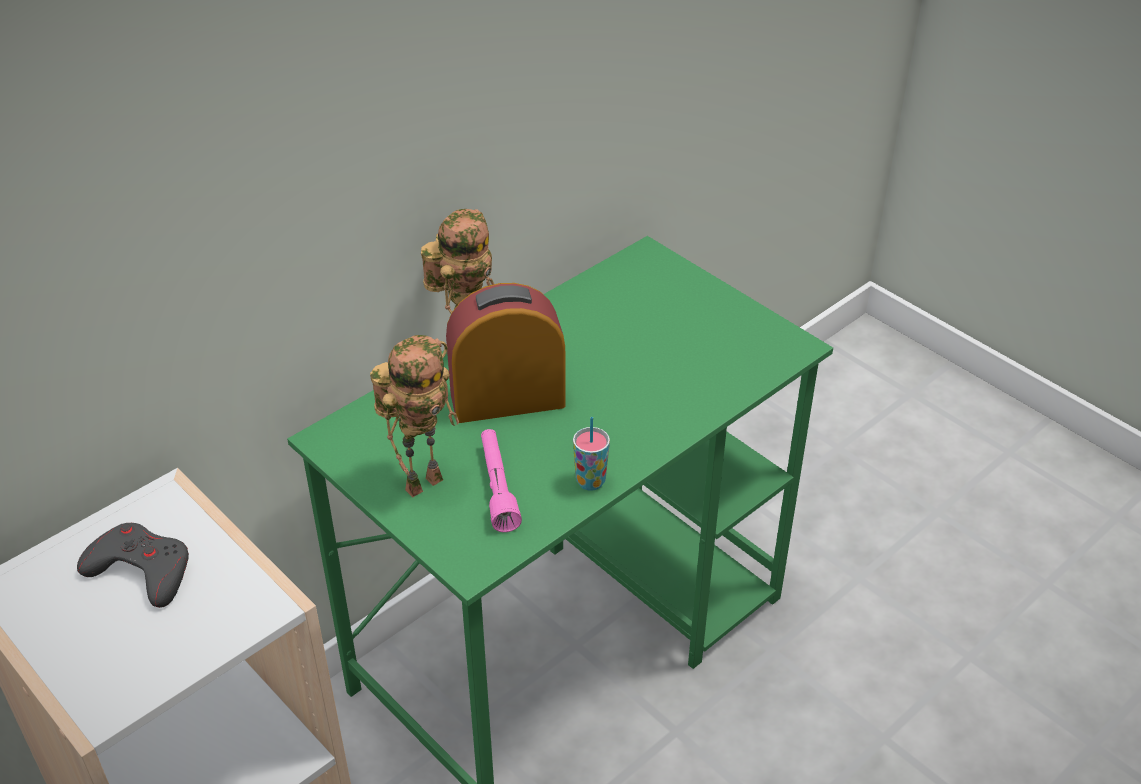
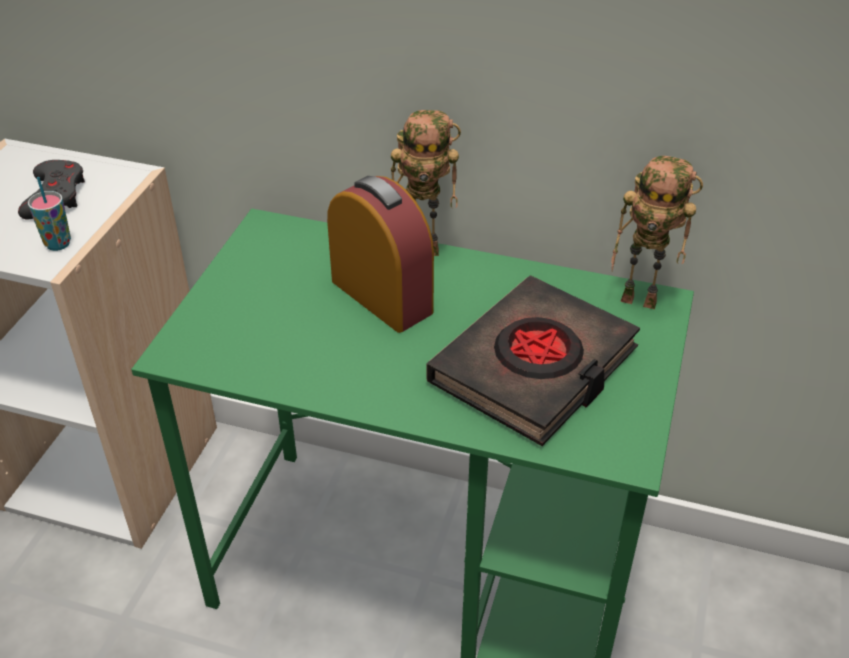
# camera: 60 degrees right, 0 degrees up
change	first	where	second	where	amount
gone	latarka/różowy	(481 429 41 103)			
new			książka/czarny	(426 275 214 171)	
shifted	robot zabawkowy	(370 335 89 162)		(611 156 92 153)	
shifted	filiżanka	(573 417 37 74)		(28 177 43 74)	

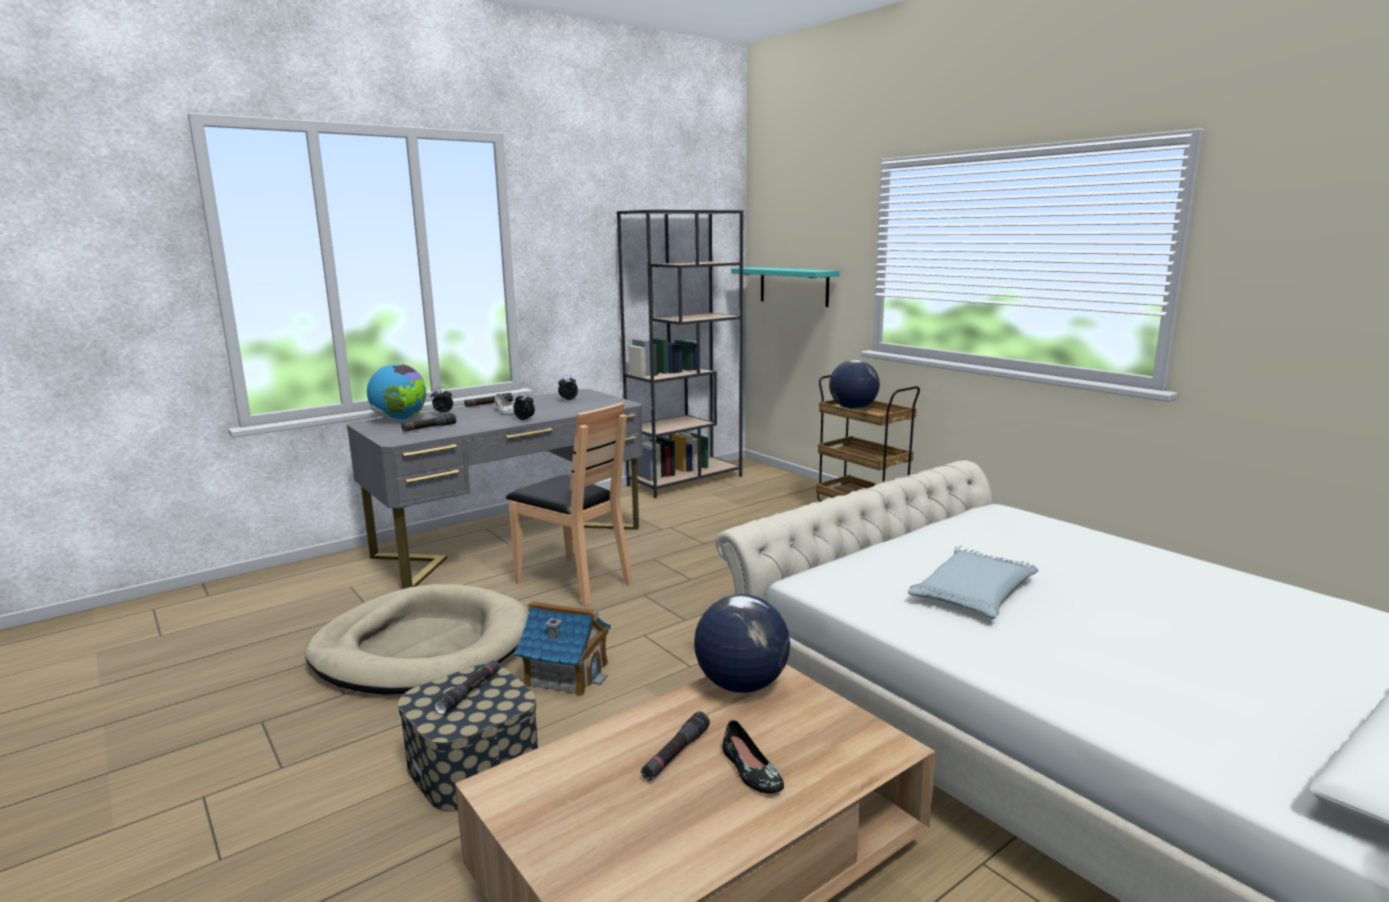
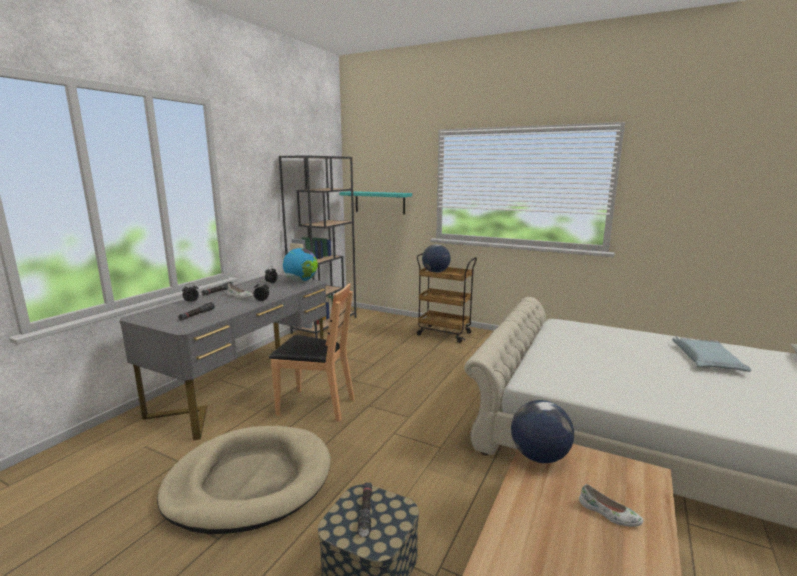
# camera: 25 degrees left, 0 degrees up
change	first	where	second	where	amount
gone	domek	(514 601 97 96)			
gone	latarka/czarny	(641 711 69 70)			
shifted	globus	(367 364 59 57)		(283 248 35 34)	
shifted	poduszka/niebieski	(908 545 130 74)		(672 336 80 36)	
repainted	but/czarny	(722 720 62 74)	but/biały	(579 484 64 43)	

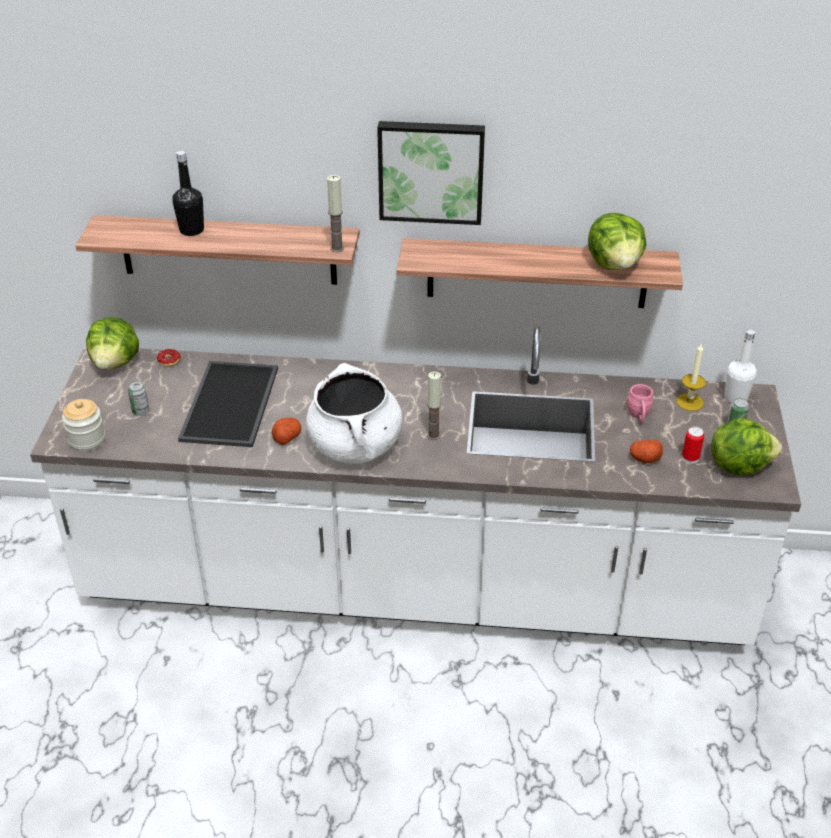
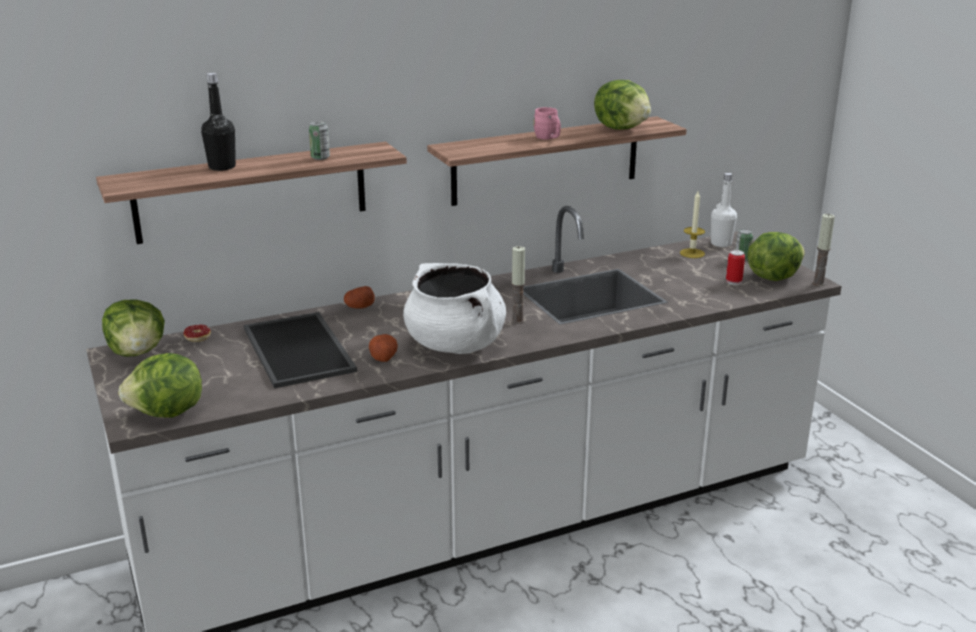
# camera: 30 degrees left, 15 degrees down
change	first	where	second	where	amount
gone	obraz	(377 121 108 104)			
shifted	puszka	(128 382 21 34)		(309 121 21 39)	
shifted	świeca	(327 175 17 77)		(812 214 23 72)	
shifted	kubek/różowy	(627 384 26 39)		(533 107 28 32)	
shifted	ziemniak	(630 440 33 23)		(344 286 31 23)	
swapped	słoik	(62 399 43 52)	sałata	(118 353 84 65)	

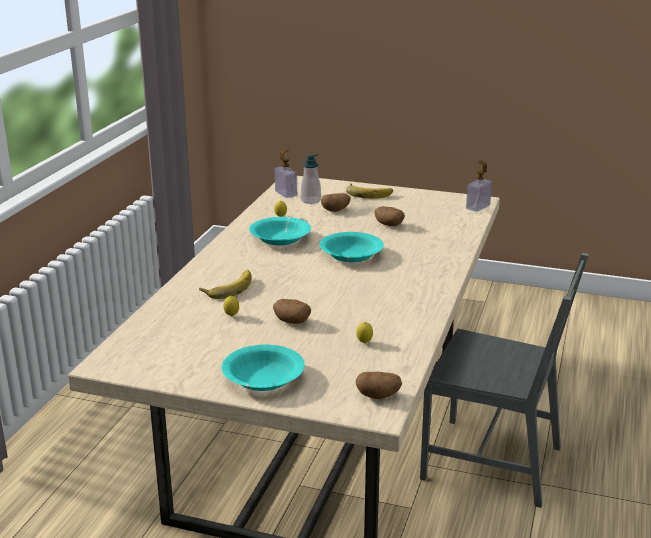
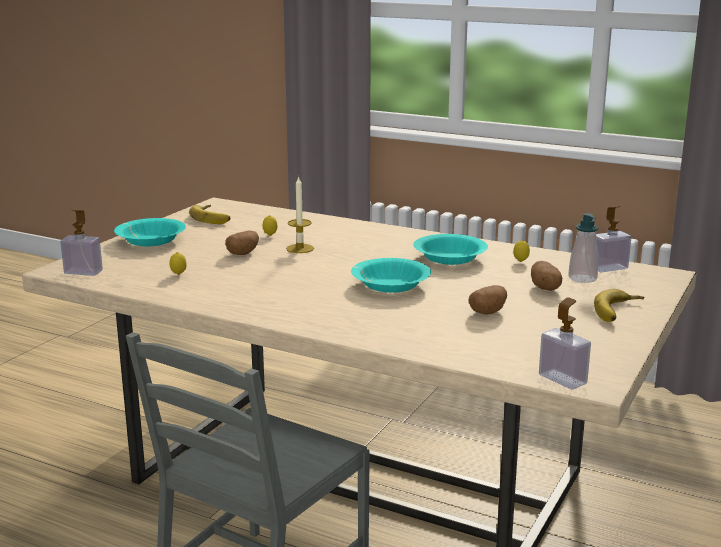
# camera: 100 degrees right, 5 degrees down
change	first	where	second	where	amount
new			świeca	(286 176 28 77)	
shifted	banan	(199 270 53 29)		(189 205 42 19)	
swapped	ziemniak	(356 372 46 27)	dozownik mydła	(60 210 43 66)	

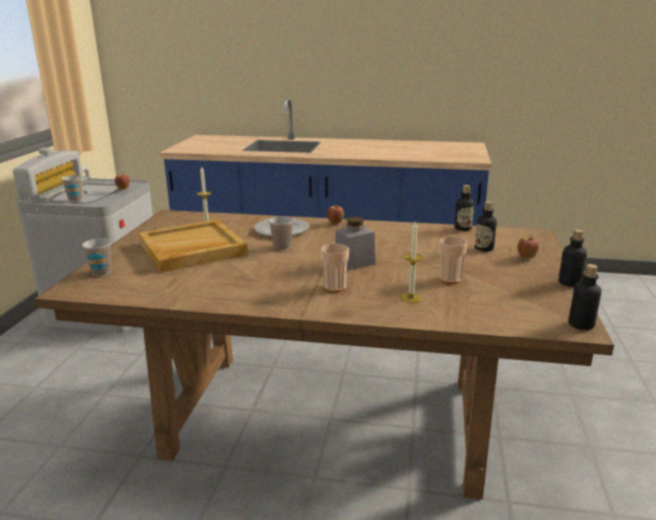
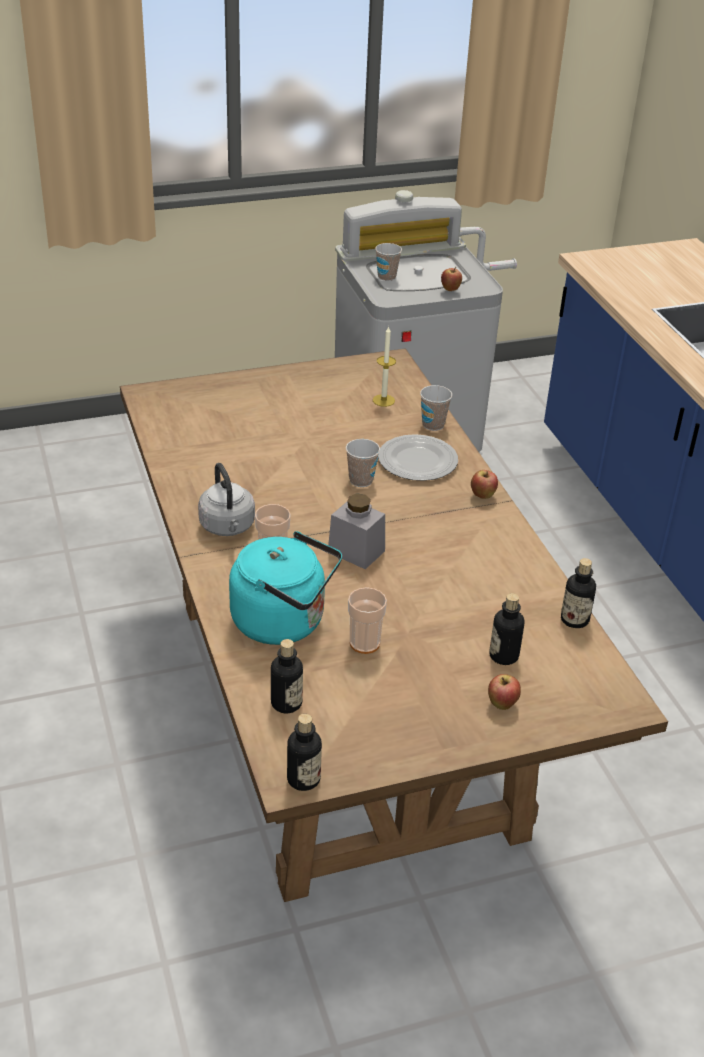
# camera: 60 degrees right, 15 degrees up
change	first	where	second	where	amount
gone	taca/beżowy	(139 219 109 54)			
new			czajnik/szary	(198 463 57 73)	
shifted	filiżanka	(82 238 30 38)		(420 385 32 46)	
shifted	butelka	(559 229 28 58)		(271 639 32 74)	
swapped	świeca	(400 222 23 81)	czajnik/turkusowy	(229 531 113 114)	

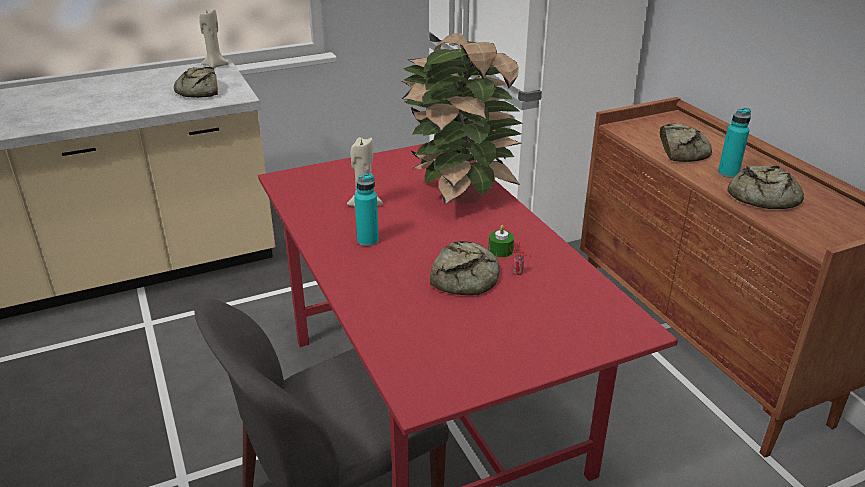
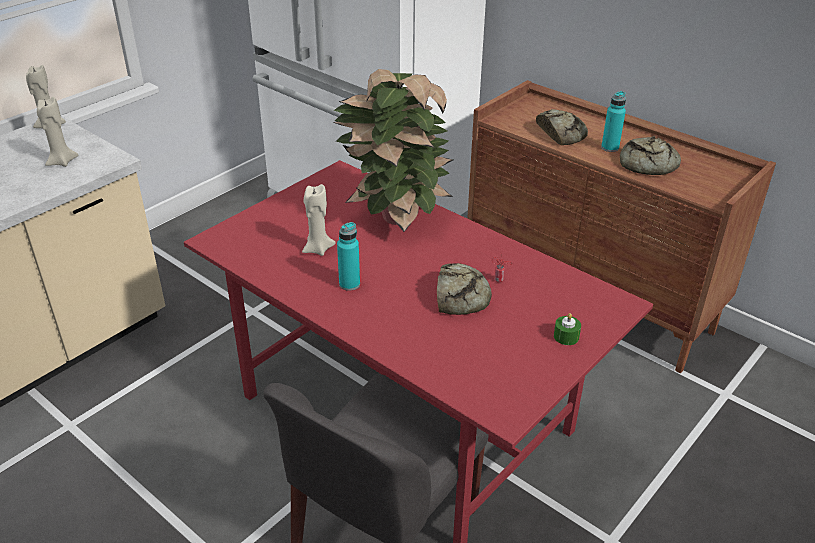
# camera: 25 degrees left, 5 degrees up
change	first	where	second	where	amount
shifted	świeca/zielony	(488 225 26 32)		(554 313 27 32)	
swapped	chleb	(174 67 44 31)	świeca/beżowy	(37 97 41 70)	

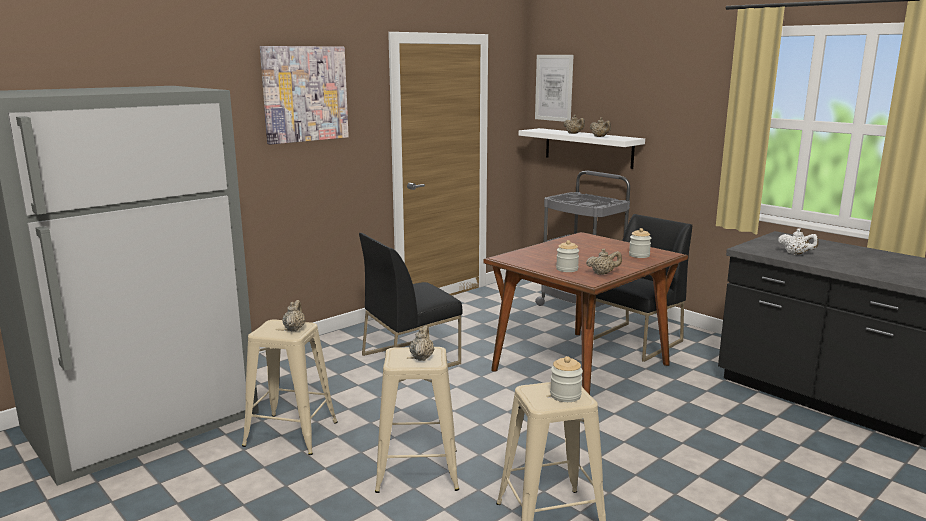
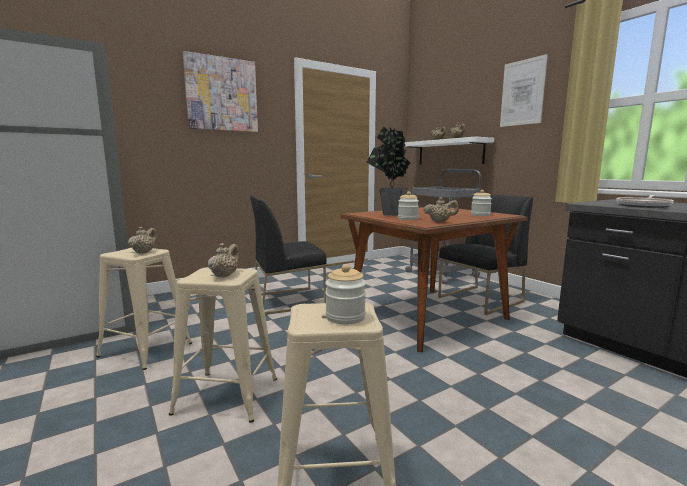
# camera: 10 degrees right, 5 degrees down
change	first	where	second	where	amount
new			roślina doniczkowa	(366 126 44 90)	
shifted	obraz	(535 55 39 67)		(500 54 48 73)	
swapped	imbryk/biały	(778 228 41 27)	patelnia	(616 195 58 13)	

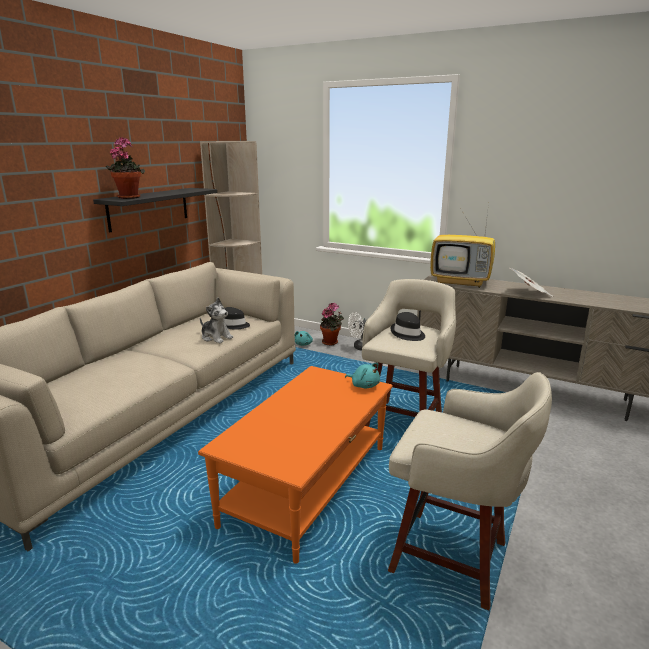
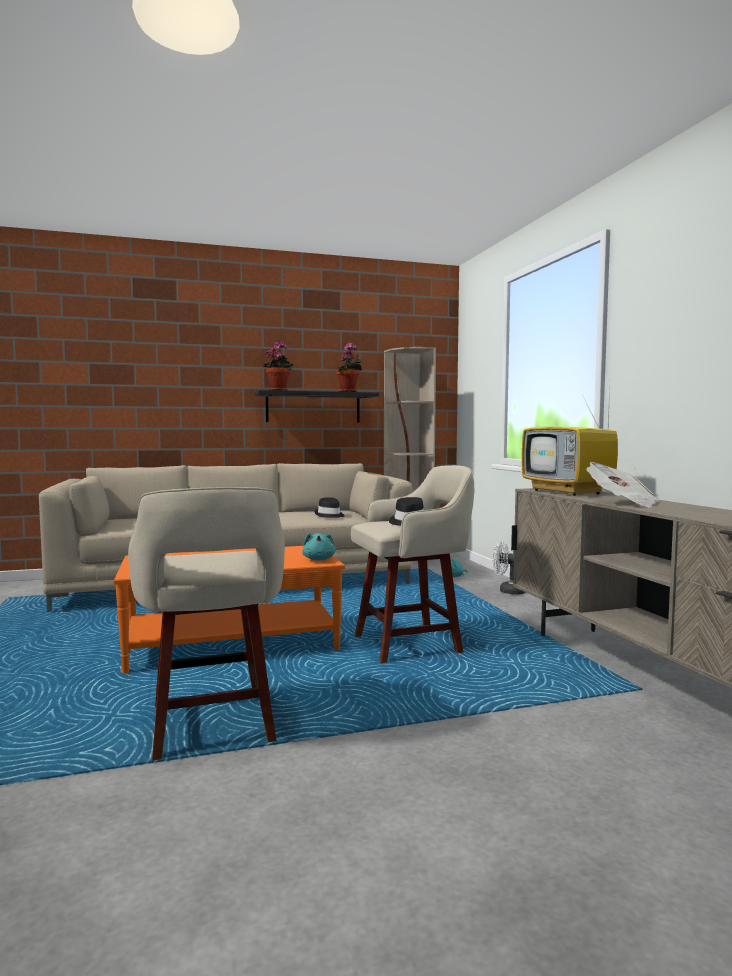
# camera: 45 degrees right, 15 degrees down
change	first	where	second	where	amount
gone	pluszak	(200 298 33 45)			
shifted	roślina doniczkowa	(320 303 24 42)		(336 343 26 49)	

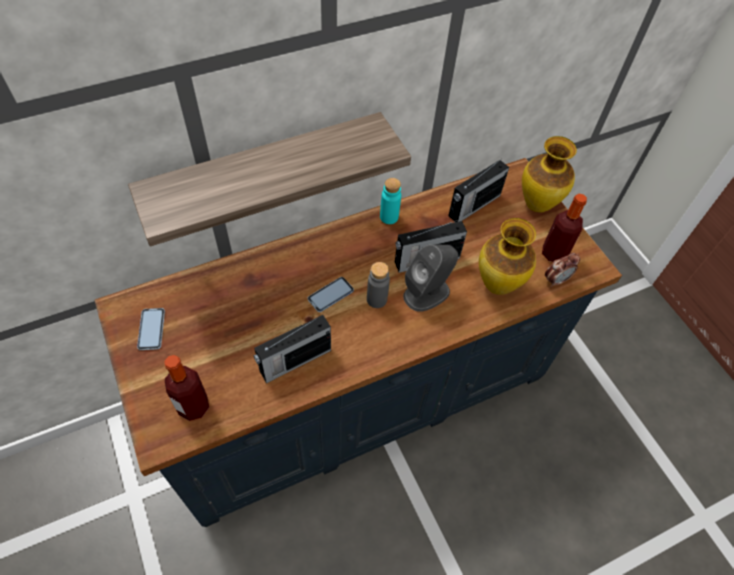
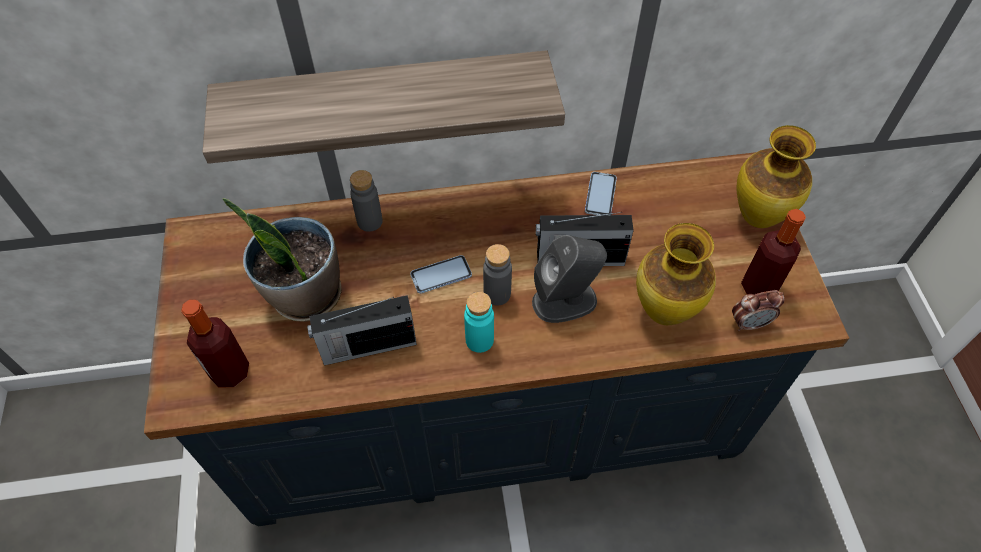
# camera: 20 degrees right, 0 degrees up
change	first	where	second	where	amount
gone	radio	(448 159 61 63)			
new			roślina doniczkowa	(223 198 119 124)	
new			butelka/szary	(350 170 33 62)	
shifted	telefon	(137 308 28 42)		(585 172 32 43)	
shifted	butelka/turkusowy	(380 178 21 46)		(464 292 30 61)	

